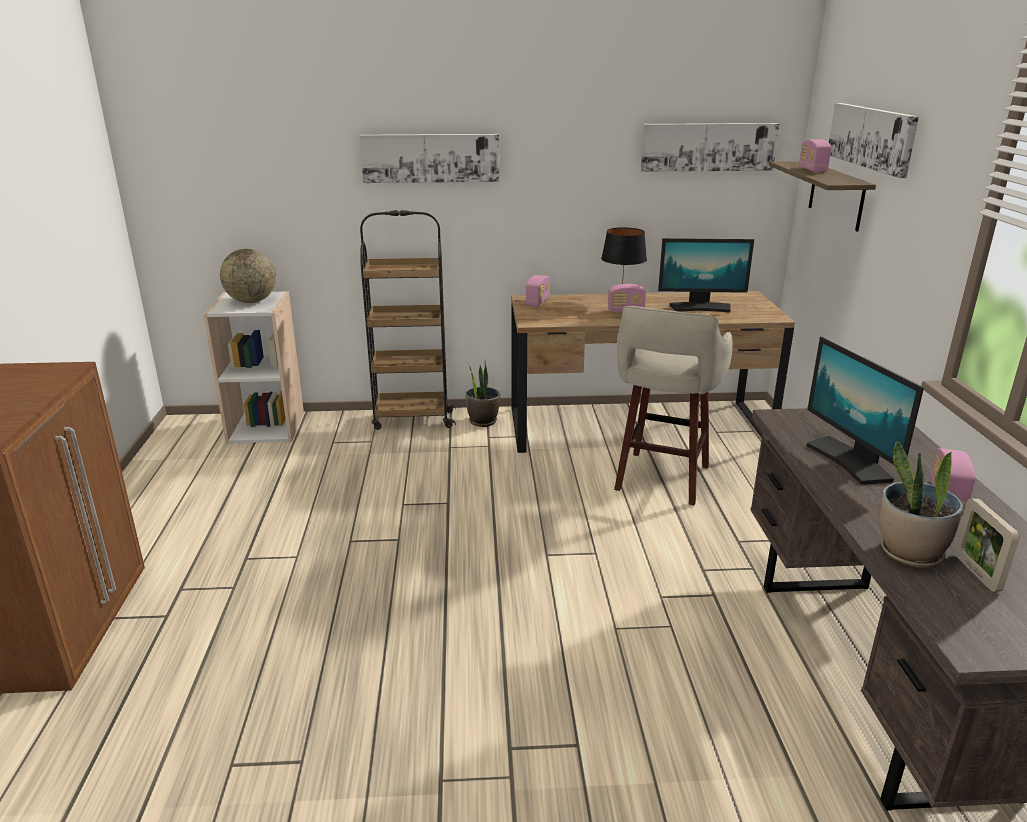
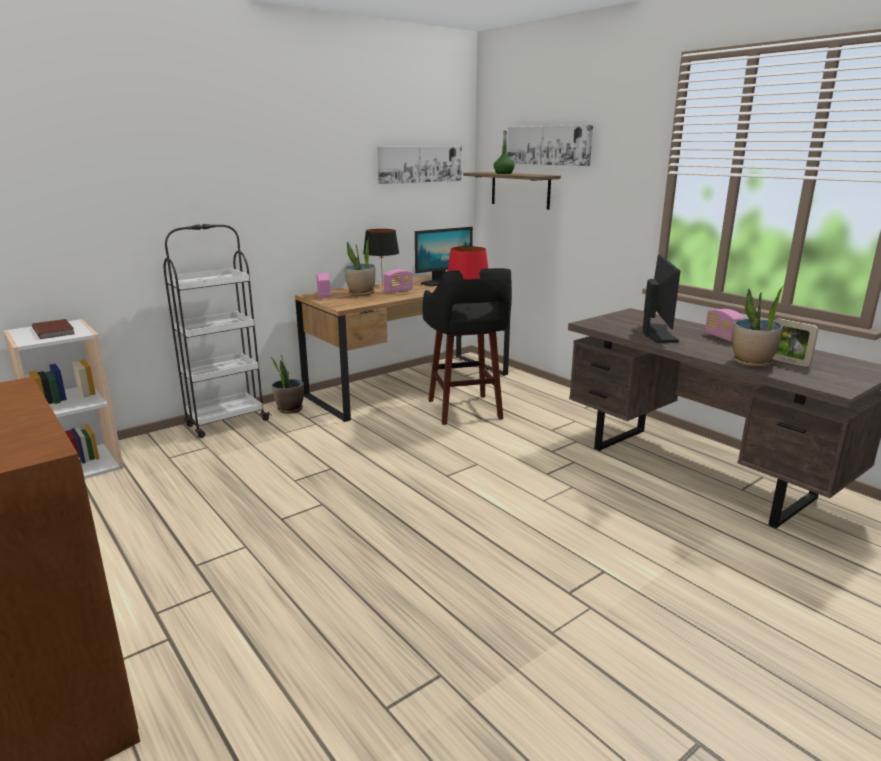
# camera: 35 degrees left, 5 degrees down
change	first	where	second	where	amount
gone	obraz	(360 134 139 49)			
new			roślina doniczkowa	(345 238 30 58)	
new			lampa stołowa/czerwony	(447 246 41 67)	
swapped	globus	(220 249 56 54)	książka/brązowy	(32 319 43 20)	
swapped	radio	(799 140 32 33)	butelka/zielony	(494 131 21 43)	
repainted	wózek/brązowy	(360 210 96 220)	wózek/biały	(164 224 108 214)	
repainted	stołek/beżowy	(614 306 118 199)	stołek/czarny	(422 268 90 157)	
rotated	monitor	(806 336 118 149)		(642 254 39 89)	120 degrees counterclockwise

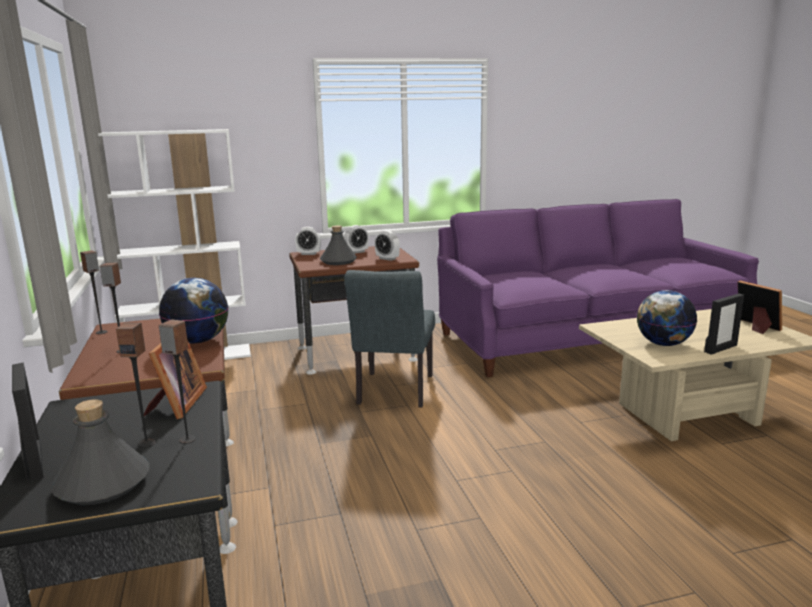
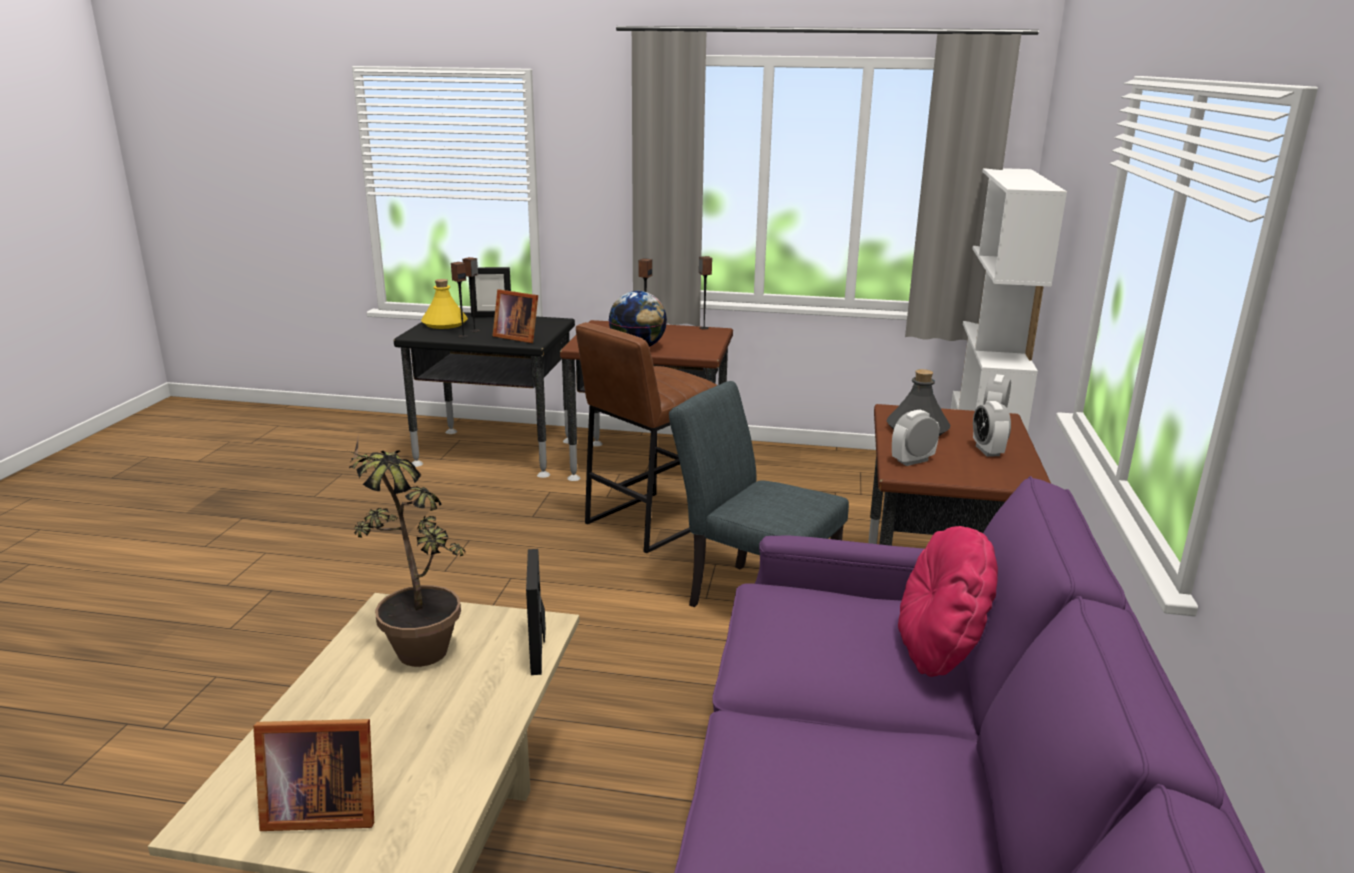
# camera: 115 degrees right, 5 degrees up
change	first	where	second	where	amount
new			stołek/brązowy	(576 322 141 231)	
new			poduszka/różowy	(898 526 100 151)	
shifted	ramka na zdjęcie	(704 294 40 61)		(526 549 20 126)	
swapped	globus	(637 290 60 56)	roślina doniczkowa	(349 438 117 229)	
repainted	butelka/szary	(51 399 98 106)	butelka/żółty	(421 279 47 50)	

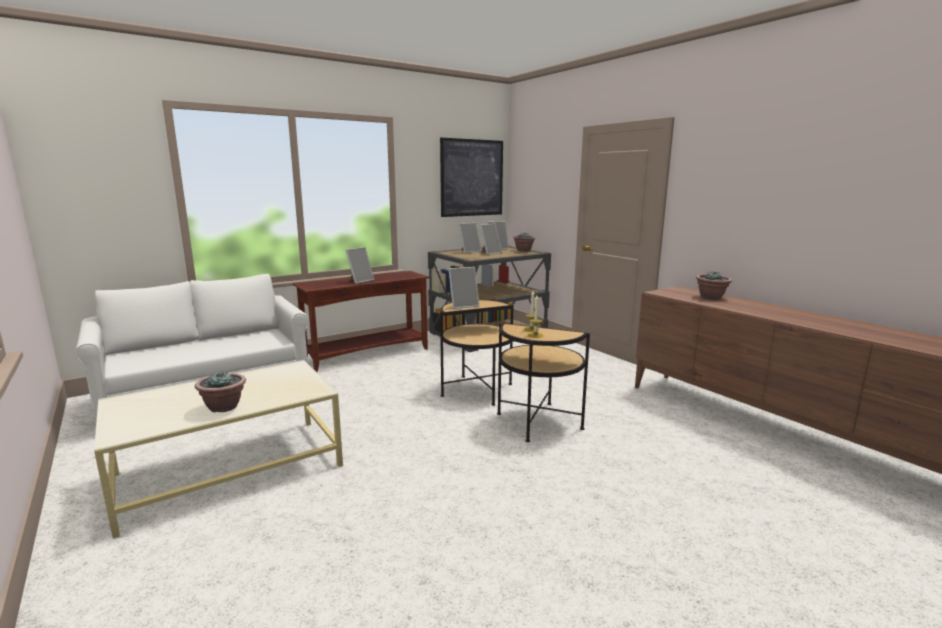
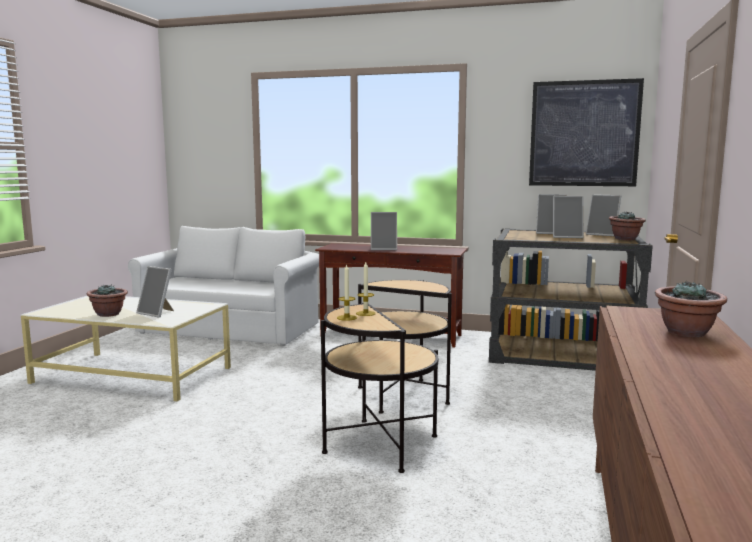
# camera: 50 degrees right, 5 degrees down
change	first	where	second	where	amount
shifted	ramka na zdjęcie	(448 267 31 42)		(136 266 38 52)	

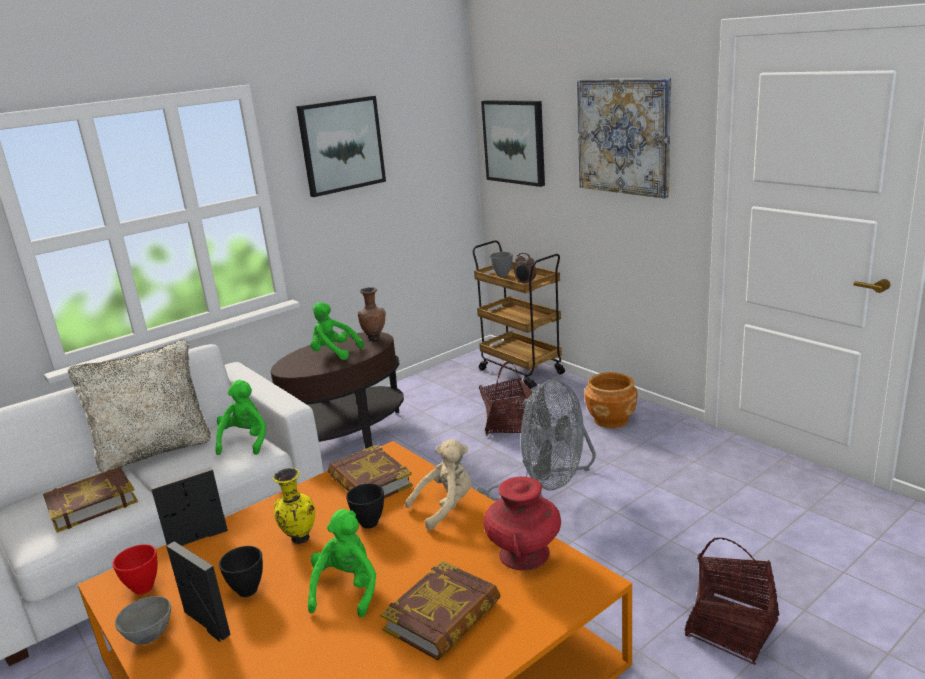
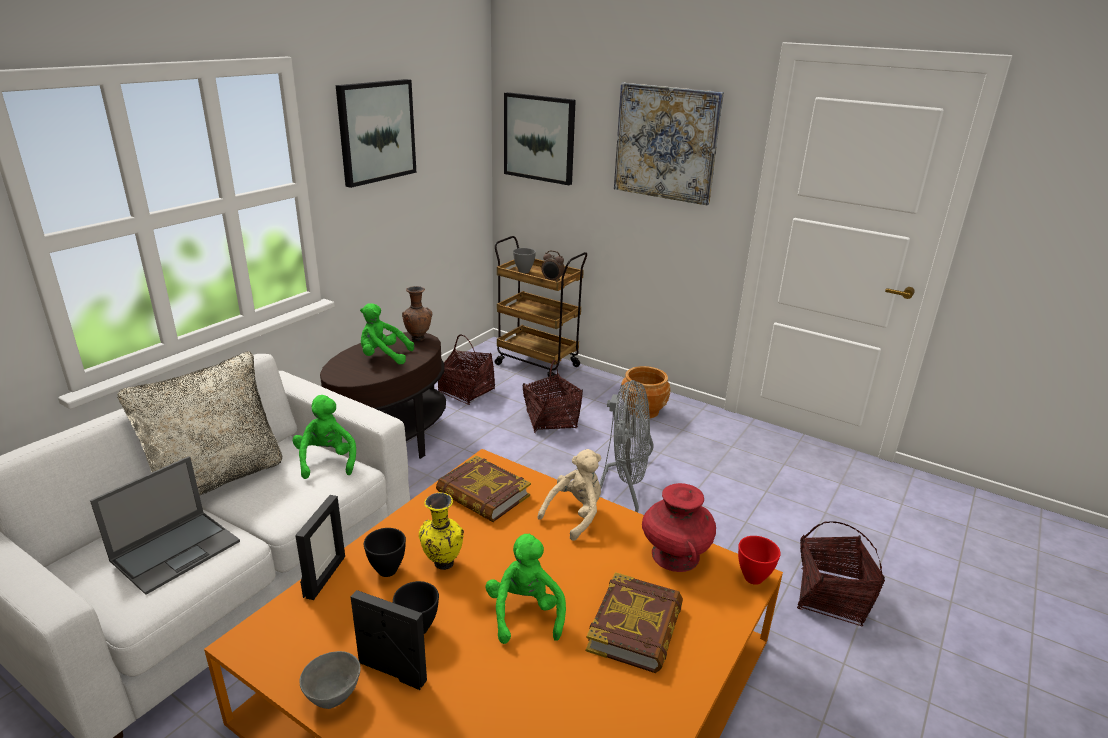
# camera: 20 degrees left, 5 degrees up
change	first	where	second	where	amount
new			koszyk	(438 335 57 70)	
shifted	miska/czerwony	(112 544 46 51)		(738 536 43 49)	
shifted	miska/czarny	(346 483 38 45)		(364 528 42 49)	
swapped	książka	(43 467 95 66)	laptop	(90 456 150 139)	
rotated	ramka na zdjęcie	(151 467 77 79)		(295 495 50 105)	150 degrees clockwise

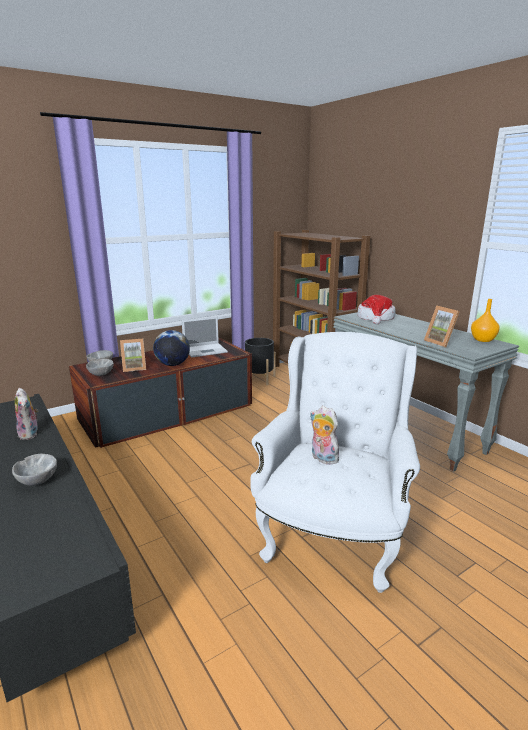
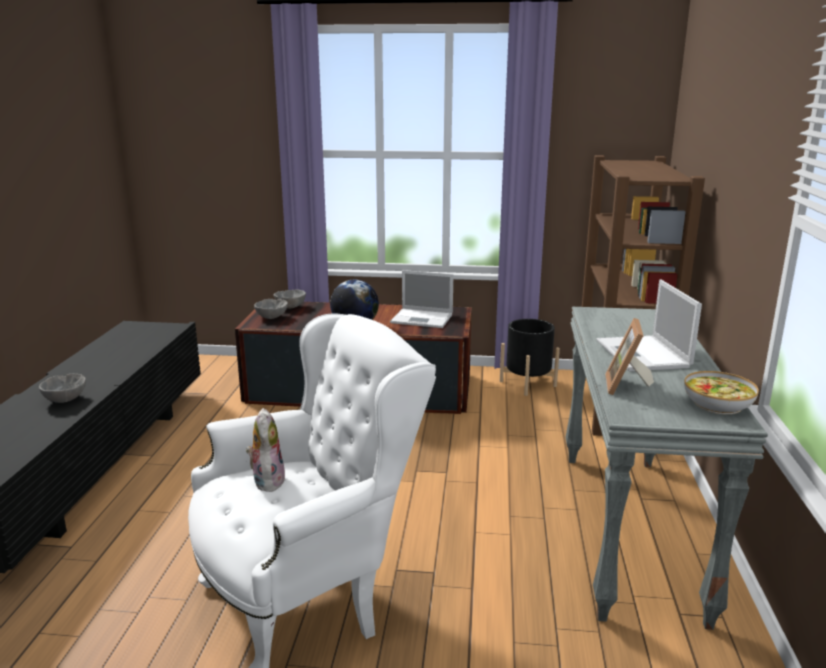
# camera: 40 degrees right, 0 degrees up
change	first	where	second	where	amount
gone	pluszak	(15 388 23 52)			
gone	ramka na zdjęcie	(120 339 26 33)			
gone	kapelusz	(357 295 39 29)			
new			laptop	(597 279 105 92)	
swapped	wazon/pomarańczowy	(471 299 29 43)	miska	(684 371 75 43)	

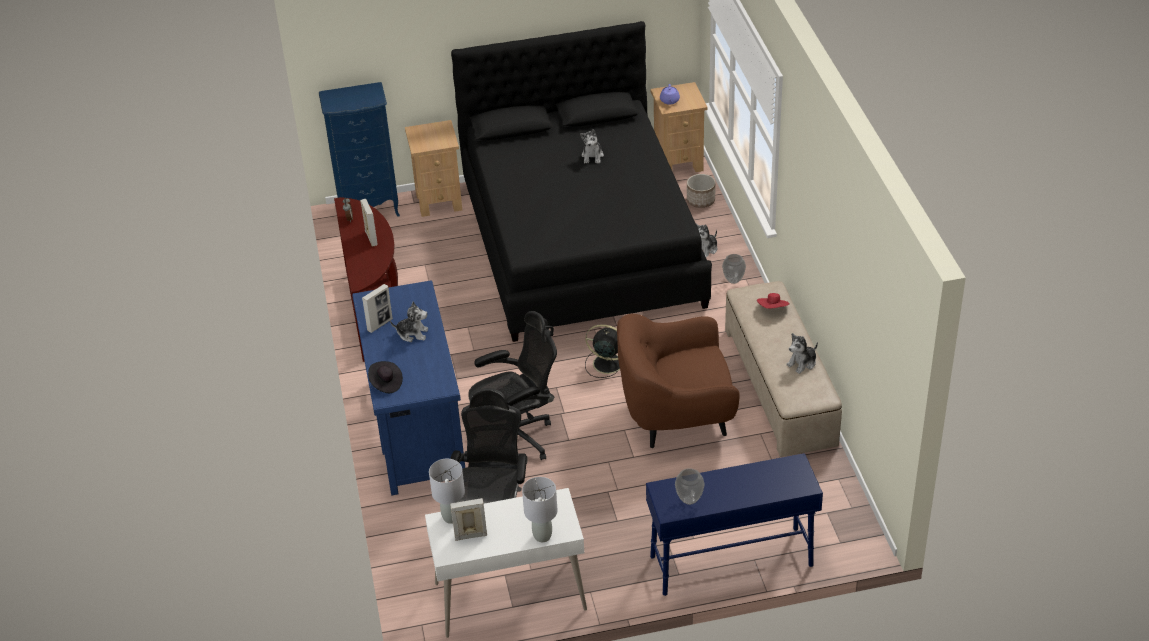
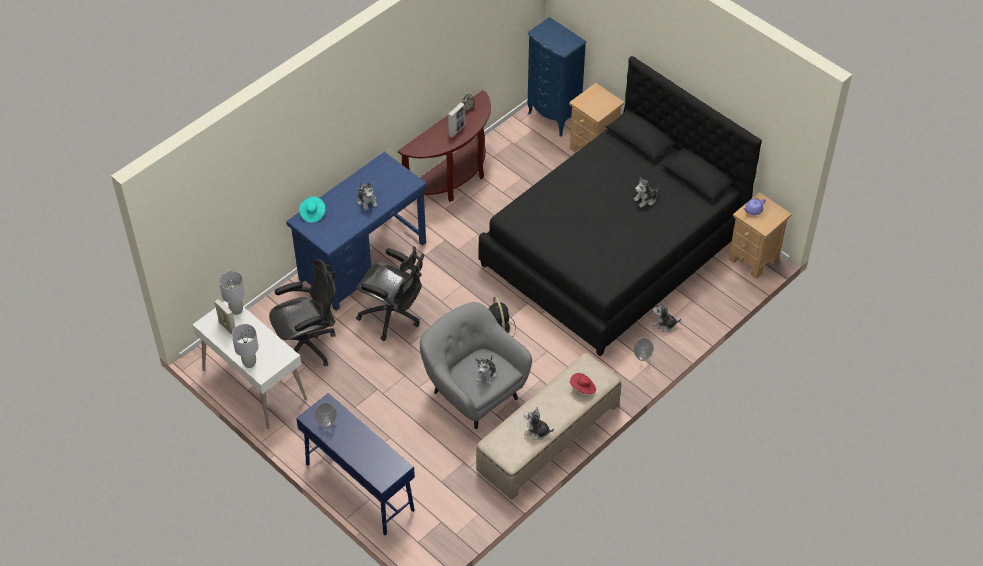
# camera: 55 degrees right, 10 degrees up
change	first	where	second	where	amount
gone	ramka na zdjęcie	(362 284 31 49)			
gone	donica	(687 174 29 34)			
new			pluszak	(476 356 21 29)	
repainted	kapelusz/czarny	(368 361 35 32)	kapelusz/turkusowy	(299 196 26 27)	
repainted	fotel/brązowy	(617 314 123 134)	fotel/szary	(420 302 112 127)	

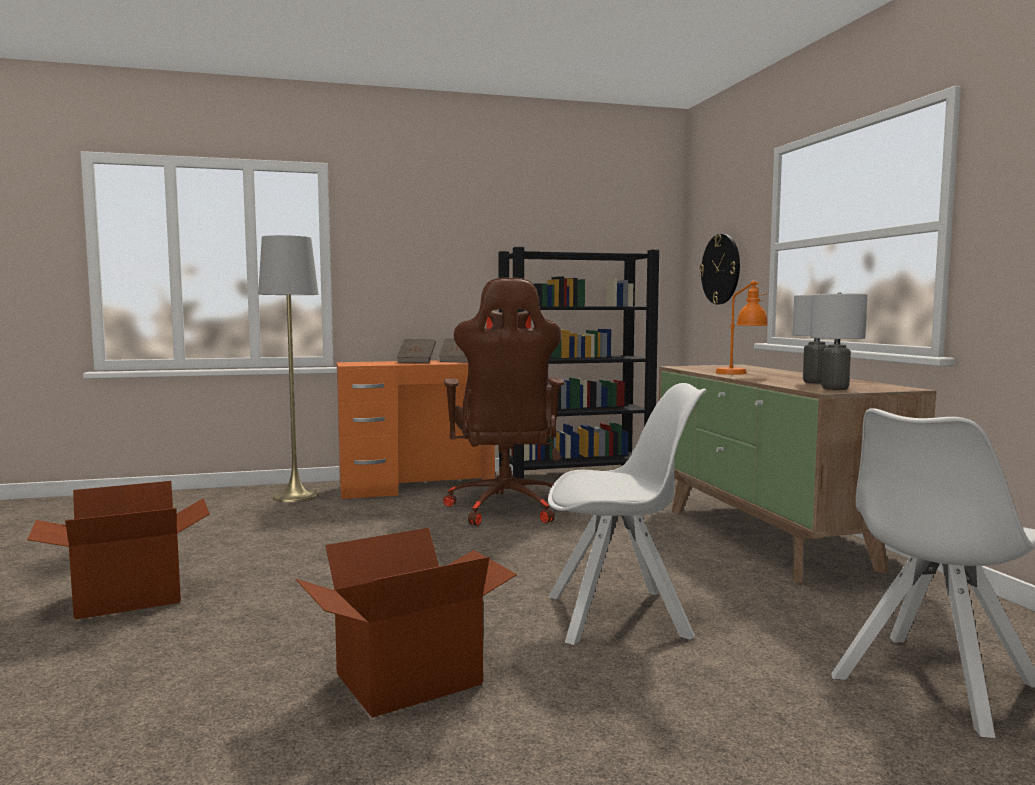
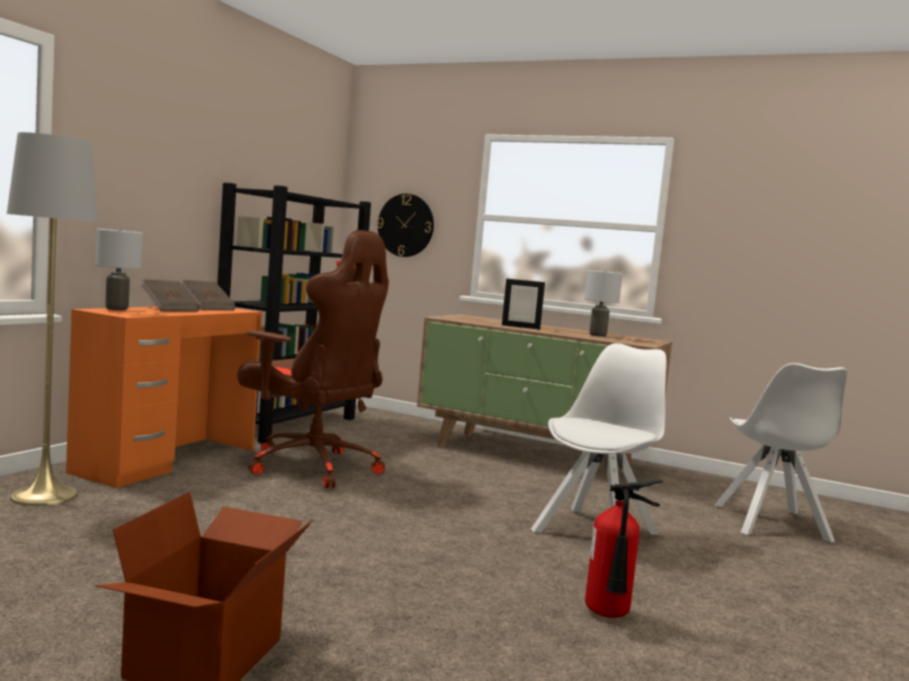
# camera: 50 degrees left, 0 degrees up
change	first	where	second	where	amount
shifted	lampa stołowa/biały	(810 292 58 98)		(95 229 48 81)	
swapped	karton	(295 528 222 190)	gaśnica	(585 479 78 139)	
swapped	lampa stołowa/pomarańczowy	(715 281 53 93)	ramka na zdjęcie	(502 279 43 50)	

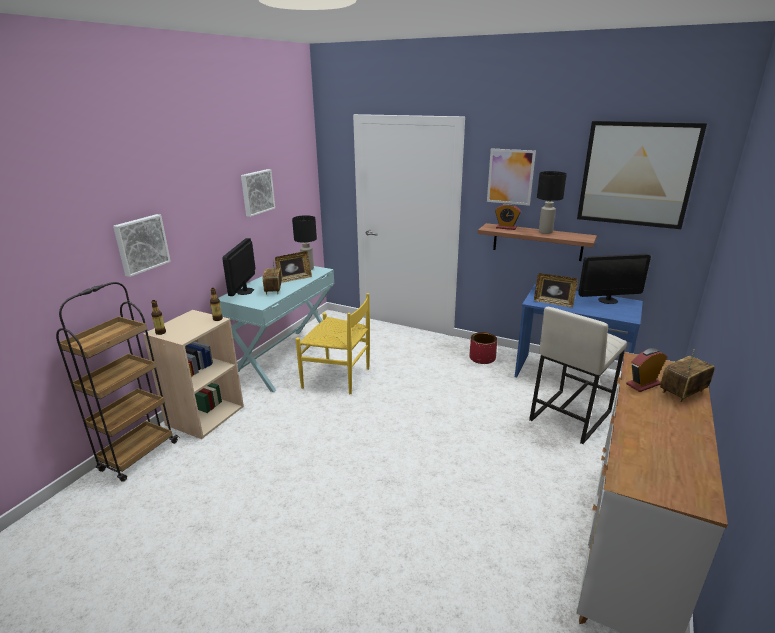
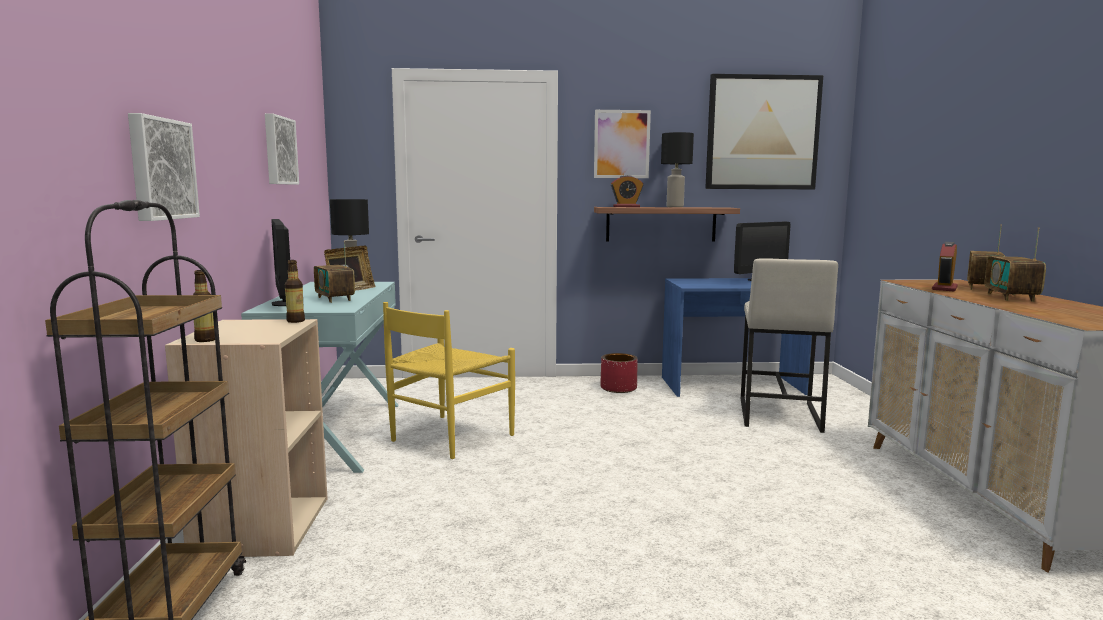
# camera: 30 degrees left, 15 degrees down
change	first	where	second	where	amount
gone	ramka na zdjęcie	(534 273 44 35)			
new			radio	(984 227 62 75)	
rotated	krzesło/żółty	(296 293 74 101)		(383 302 132 157)	135 degrees clockwise

